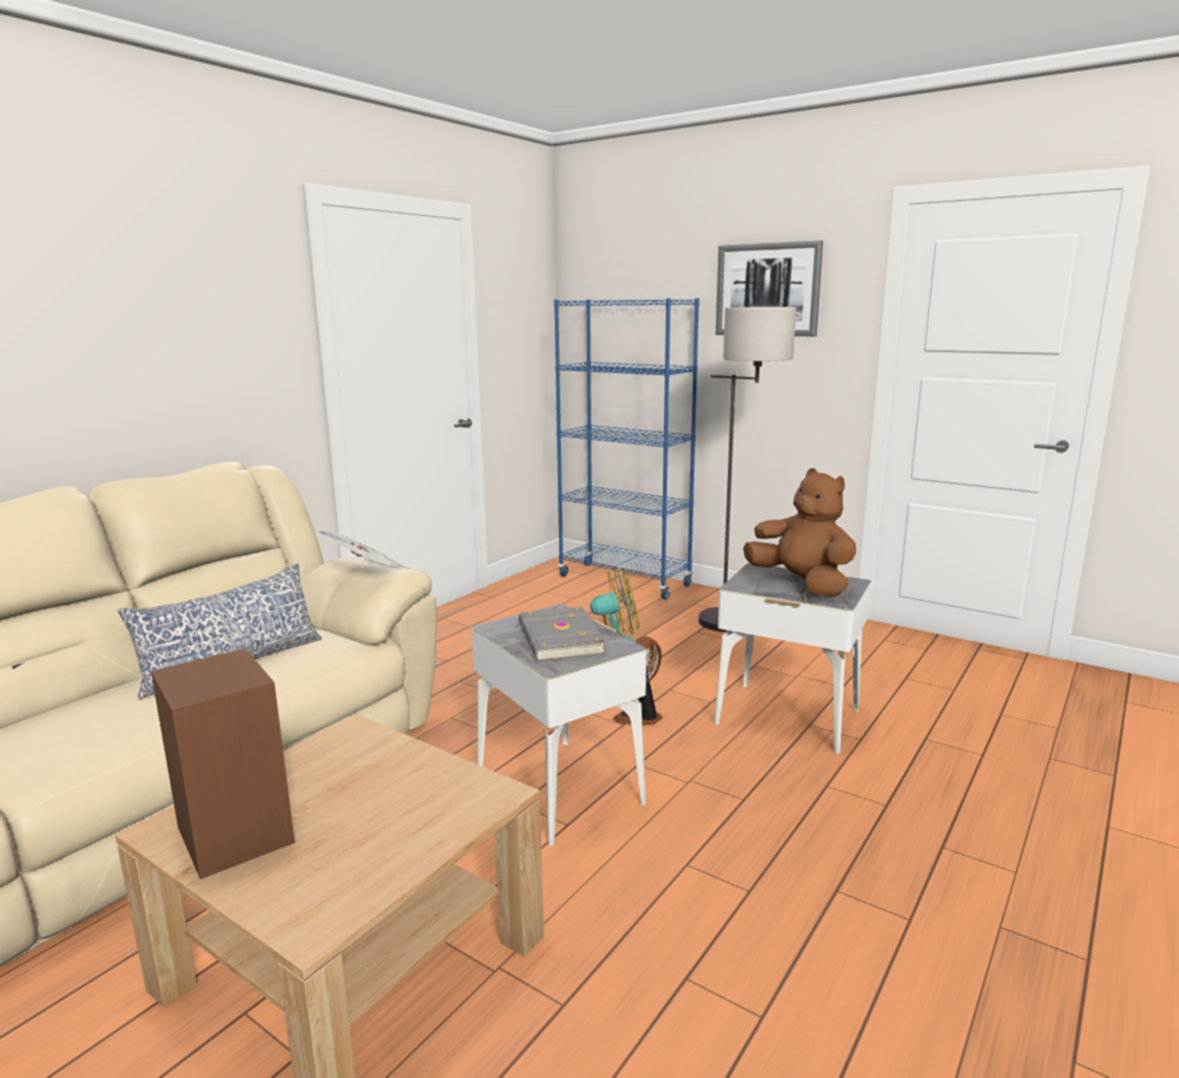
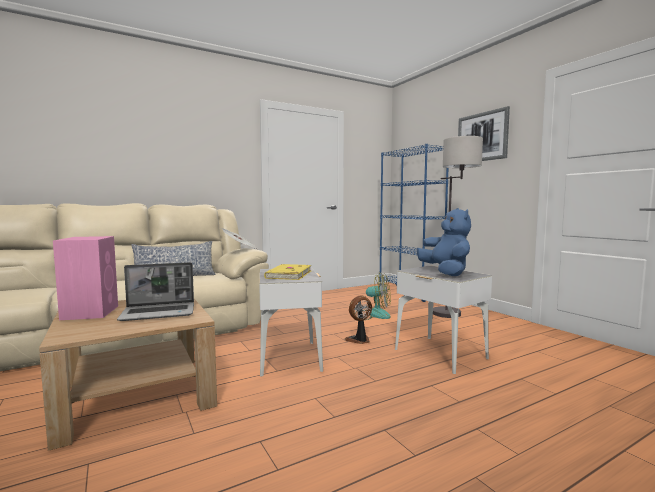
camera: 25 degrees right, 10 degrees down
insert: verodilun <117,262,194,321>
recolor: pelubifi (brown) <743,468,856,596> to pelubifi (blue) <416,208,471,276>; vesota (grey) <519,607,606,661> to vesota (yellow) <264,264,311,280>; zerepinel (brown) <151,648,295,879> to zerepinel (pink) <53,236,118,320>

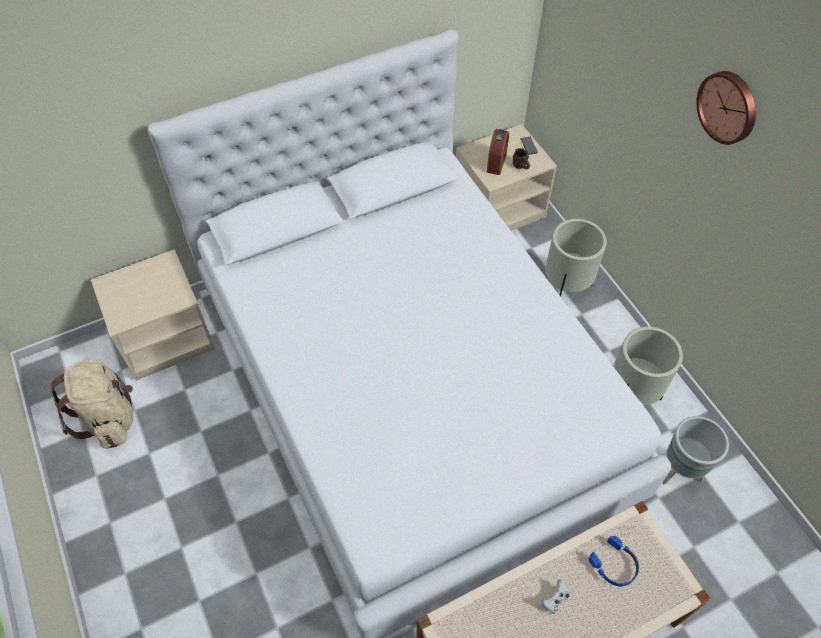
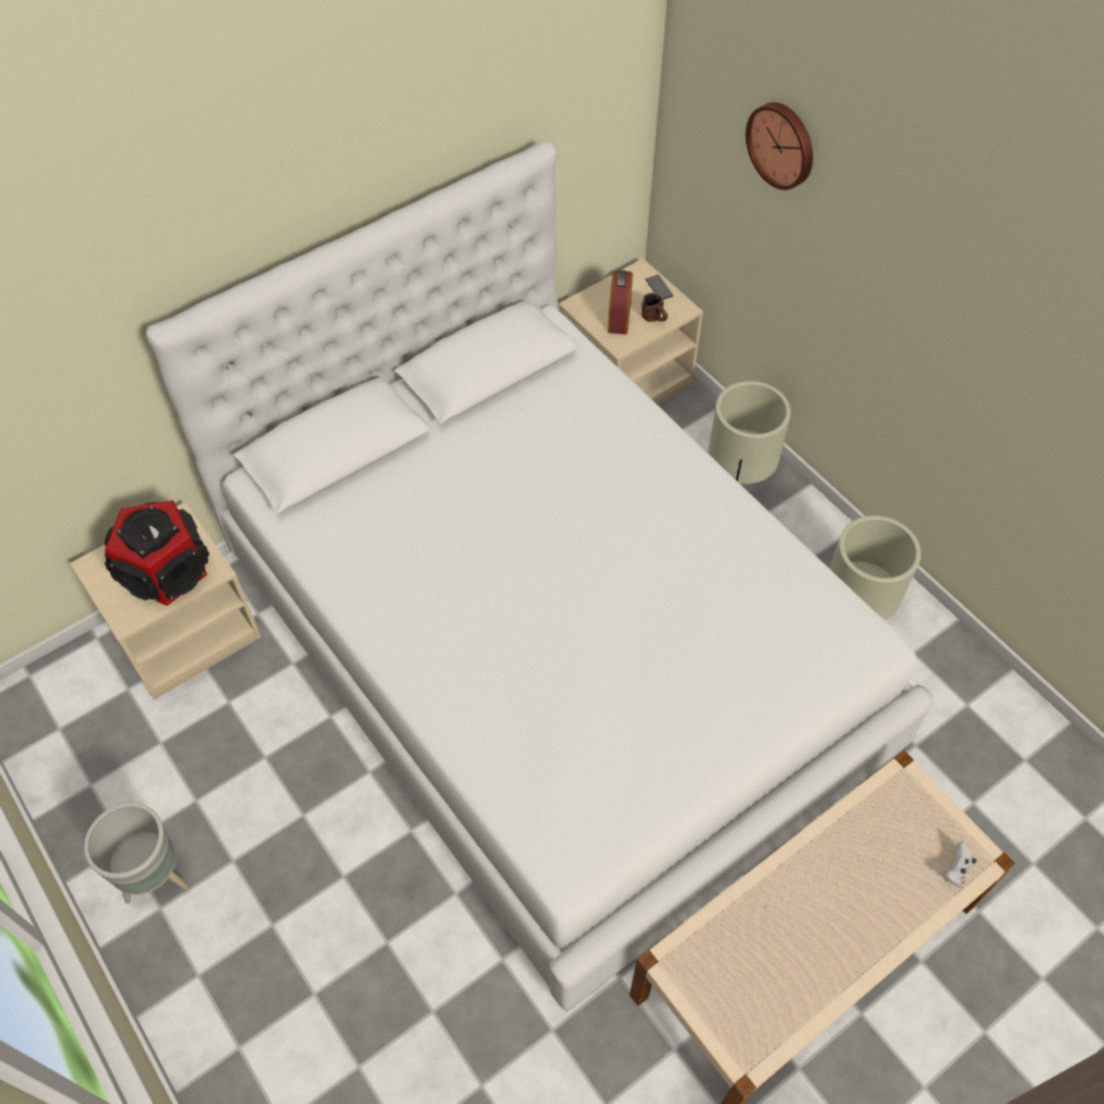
camera: 10 degrees left, 0 degrees up
delete: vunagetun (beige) <51,359,134,449>; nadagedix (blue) <589,536,639,586>
insert: zerepinel <104,500,210,606>
move: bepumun <696,71,756,145> to <746,102,813,190>; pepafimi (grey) <662,416,729,484> to <84,803,188,904>; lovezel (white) <541,579,570,614> to <943,842,976,888>

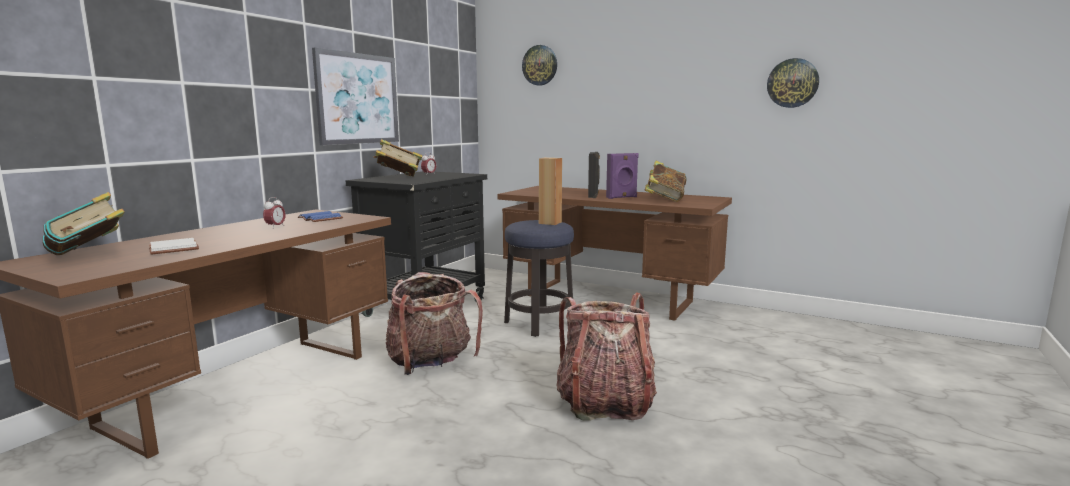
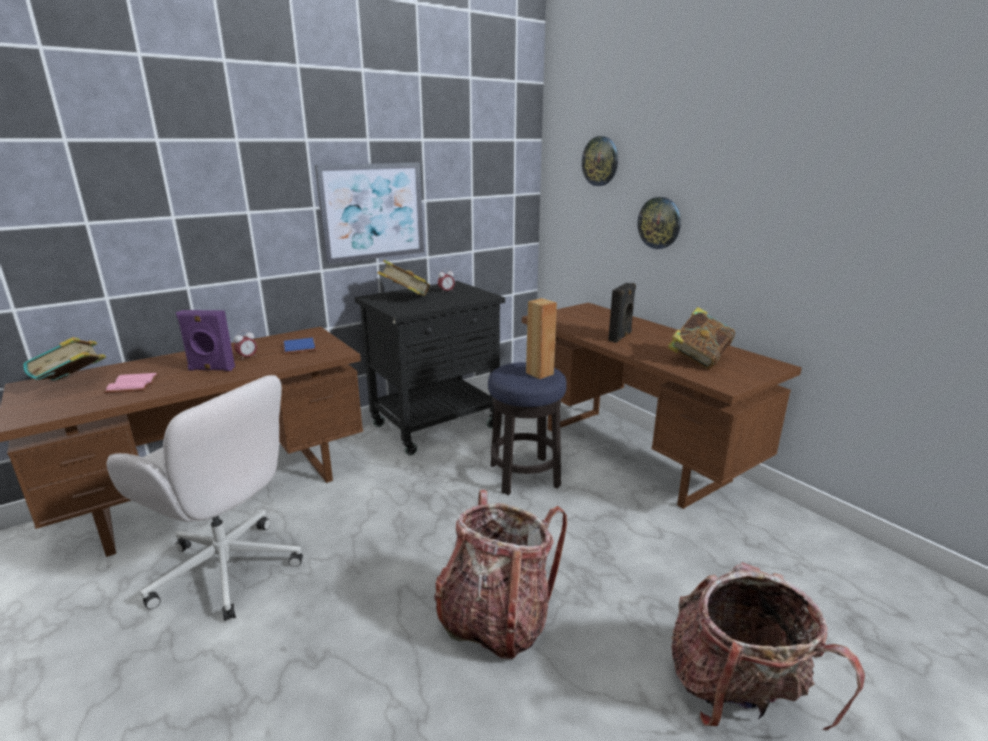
camera: 25 degrees right, 10 degrees up
insert: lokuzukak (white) <107,375,303,621>
move: bepumun <767,58,819,108> to <637,197,681,249>; zerepinel (purple) <606,153,639,199> to <176,310,235,371>; vunagetun <386,272,483,375> to <671,562,865,731>
recolor: vesota (white) <149,238,199,255> to vesota (pink) <104,373,160,393>

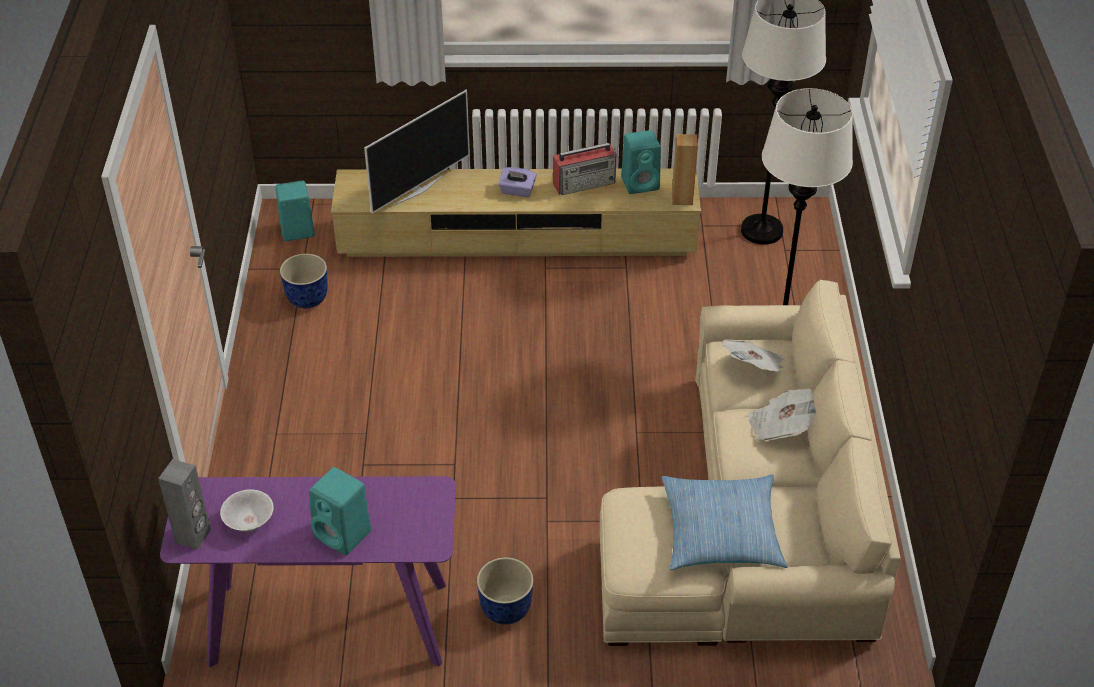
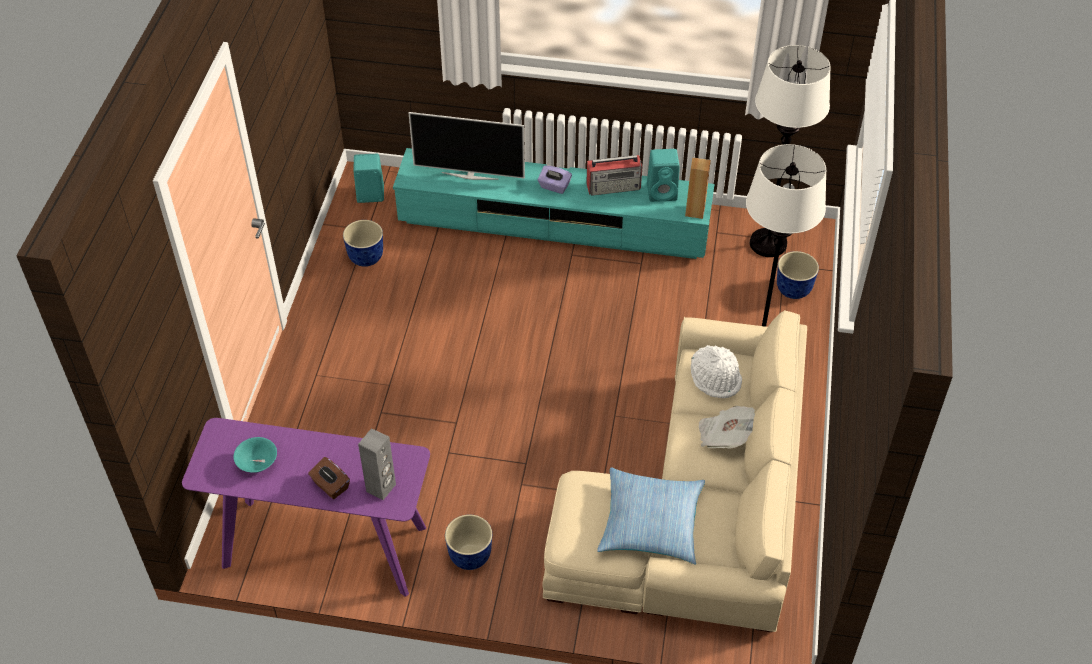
camera: 10 degrees right, 5 degrees up
insert: pepafimi <777,251,819,299>
move: zerepinel (grey) <158,459,211,550> to <358,428,396,500>
replace: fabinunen <722,339,785,372> to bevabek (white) <690,345,742,398>; zerepinel (turquoise) <309,467,371,555> to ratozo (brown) <308,457,350,499>
recolor: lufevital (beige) <331,168,701,257> to lufevital (turquoise) <393,148,714,259>; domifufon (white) <220,489,274,532> to domifufon (turquoise) <233,437,277,473>
rotate: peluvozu <364,90,470,214> = <408,112,525,180> 45 degrees clockwise

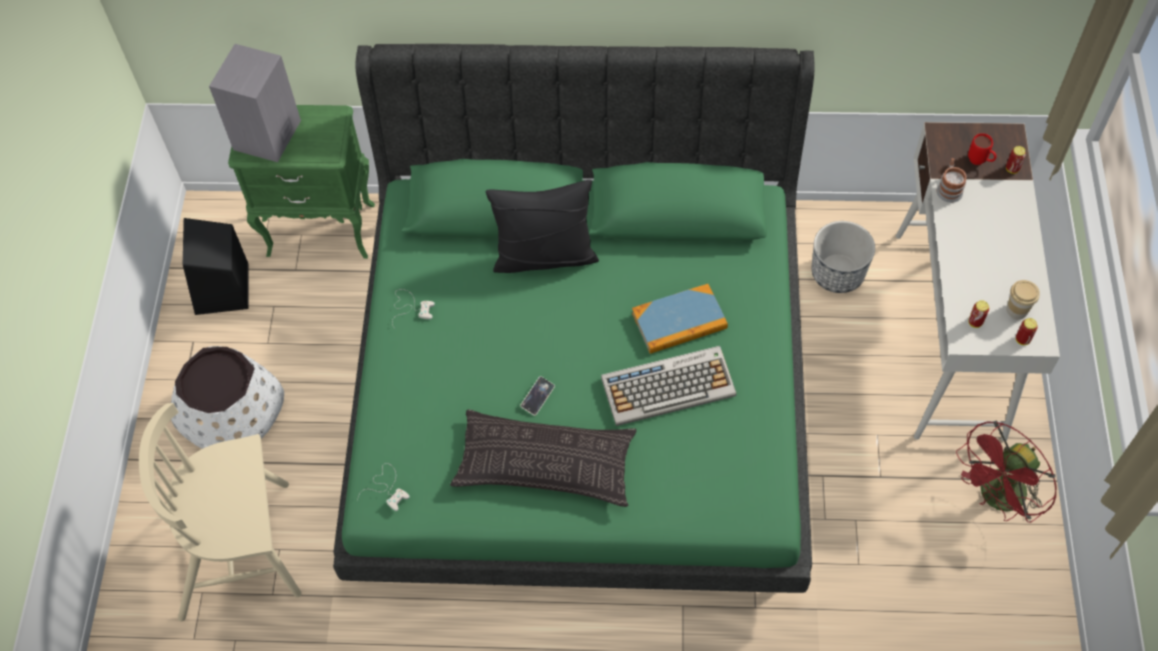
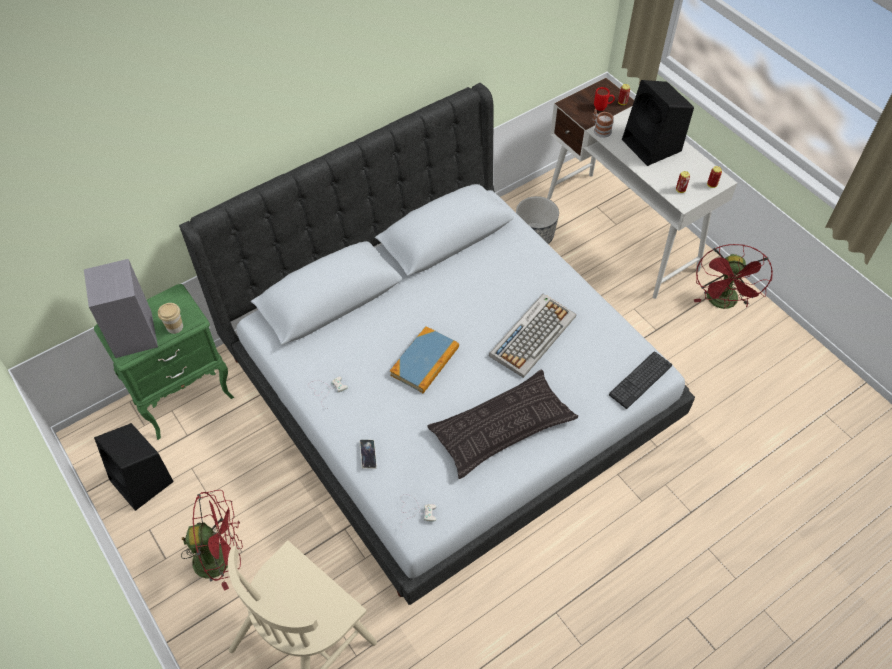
camera: 40 degrees left, 5 degrees down
delete: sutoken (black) <486,180,599,273>
insert: zerepinel (black) <622,80,694,166>; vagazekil <609,352,672,409>
move: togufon <1006,280,1040,319> to <158,303,183,334>; vesota <632,284,728,354> to <390,326,459,393>; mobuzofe <520,376,555,416> to <359,440,377,469>
replace: pepafimi (white) <171,346,284,449> to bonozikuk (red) <181,490,243,591>
recolor: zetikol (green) <333,44,815,593> to zetikol (grey) <179,83,695,605>

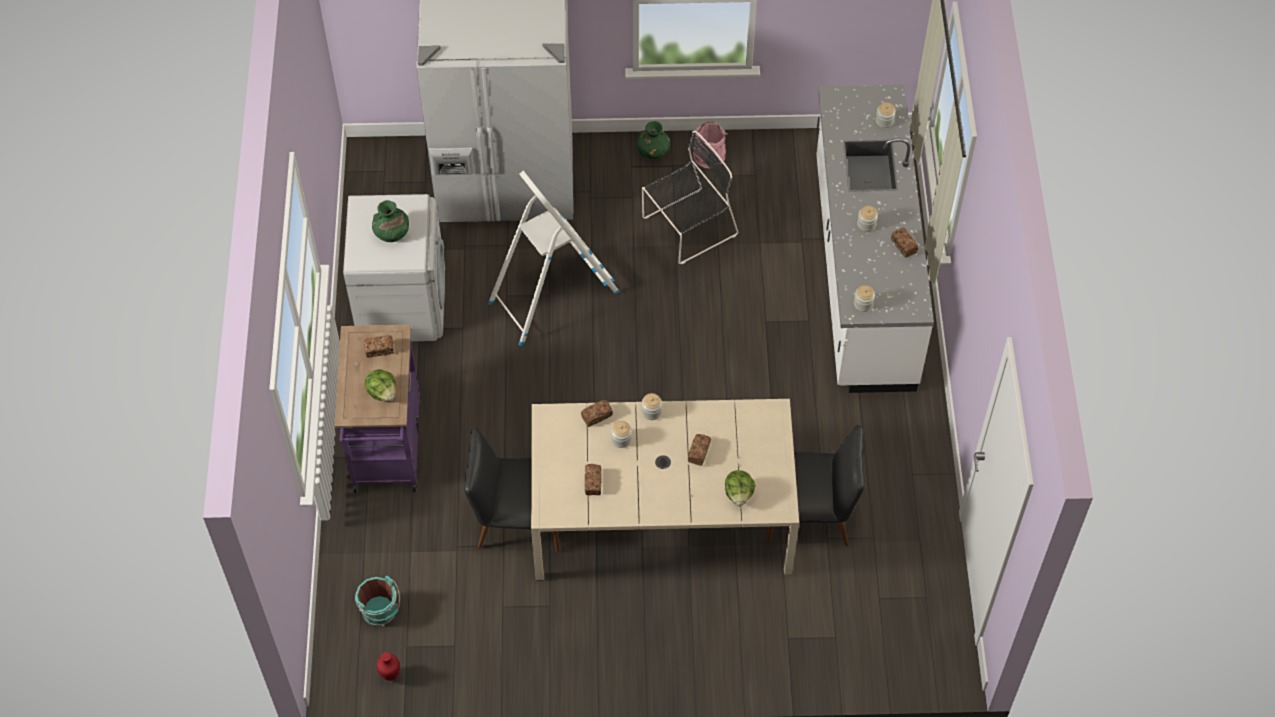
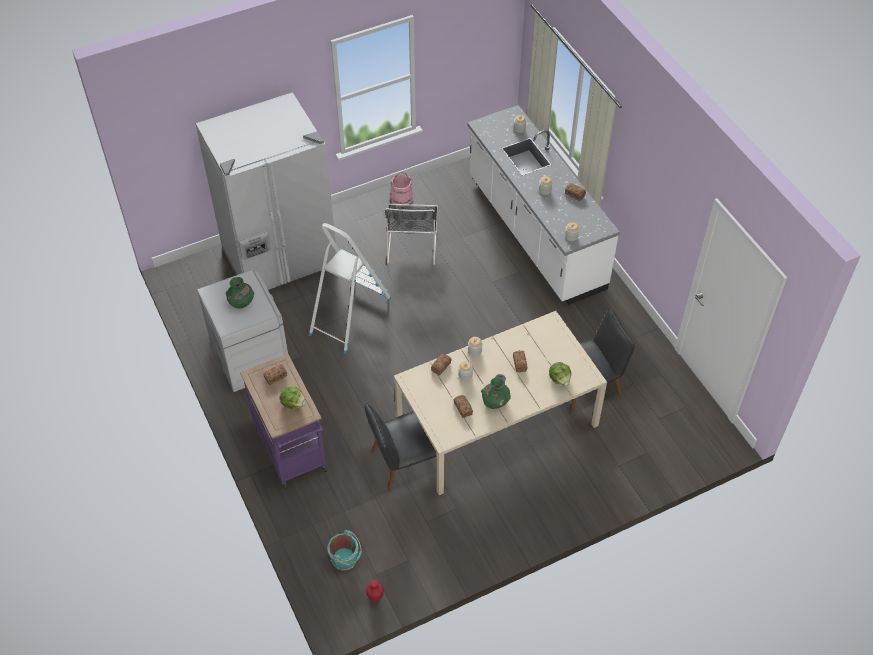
camera: 25 degrees left, 5 degrees down
move: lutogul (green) <636,121,670,159> to <481,377,511,409>
rotate: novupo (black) <642,131,739,264> = <385,204,438,265> 150 degrees clockwise

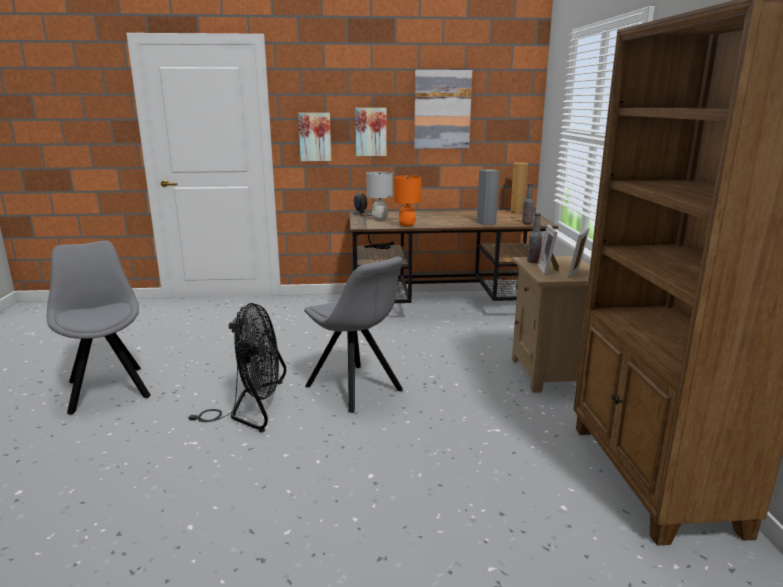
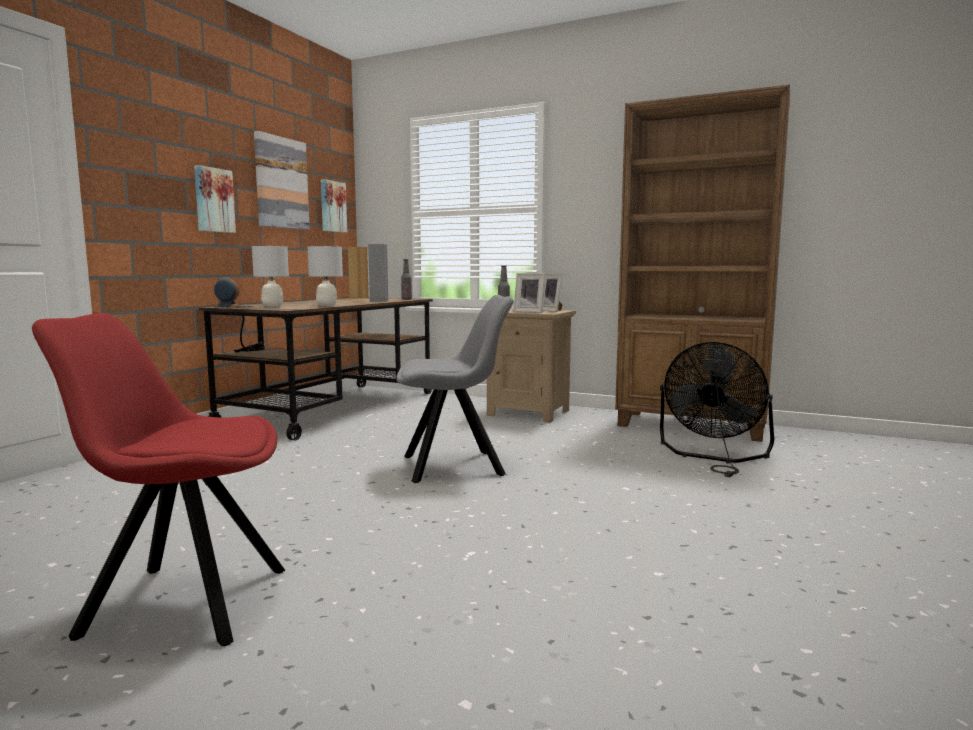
camera: 60 degrees left, 10 degrees down
move: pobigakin <298,113,332,161> to <321,179,347,233>; bonozikuk (black) <188,303,286,433> to <660,342,774,477>
recolor: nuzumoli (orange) <394,175,422,227> to nuzumoli (grey) <308,246,343,306>; novupo (grey) <47,241,151,415> to novupo (red) <32,313,285,646>

